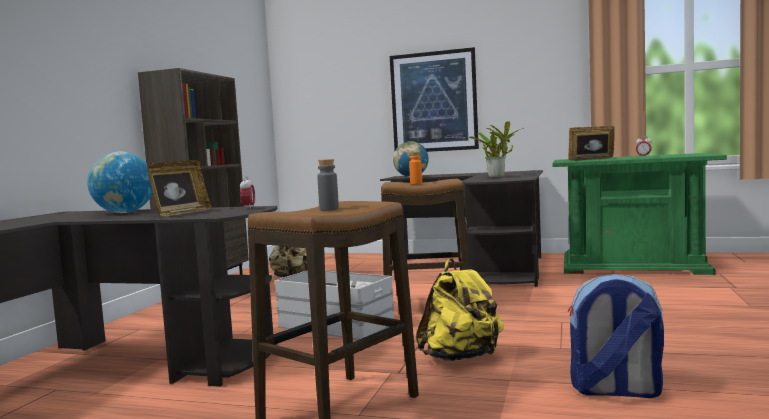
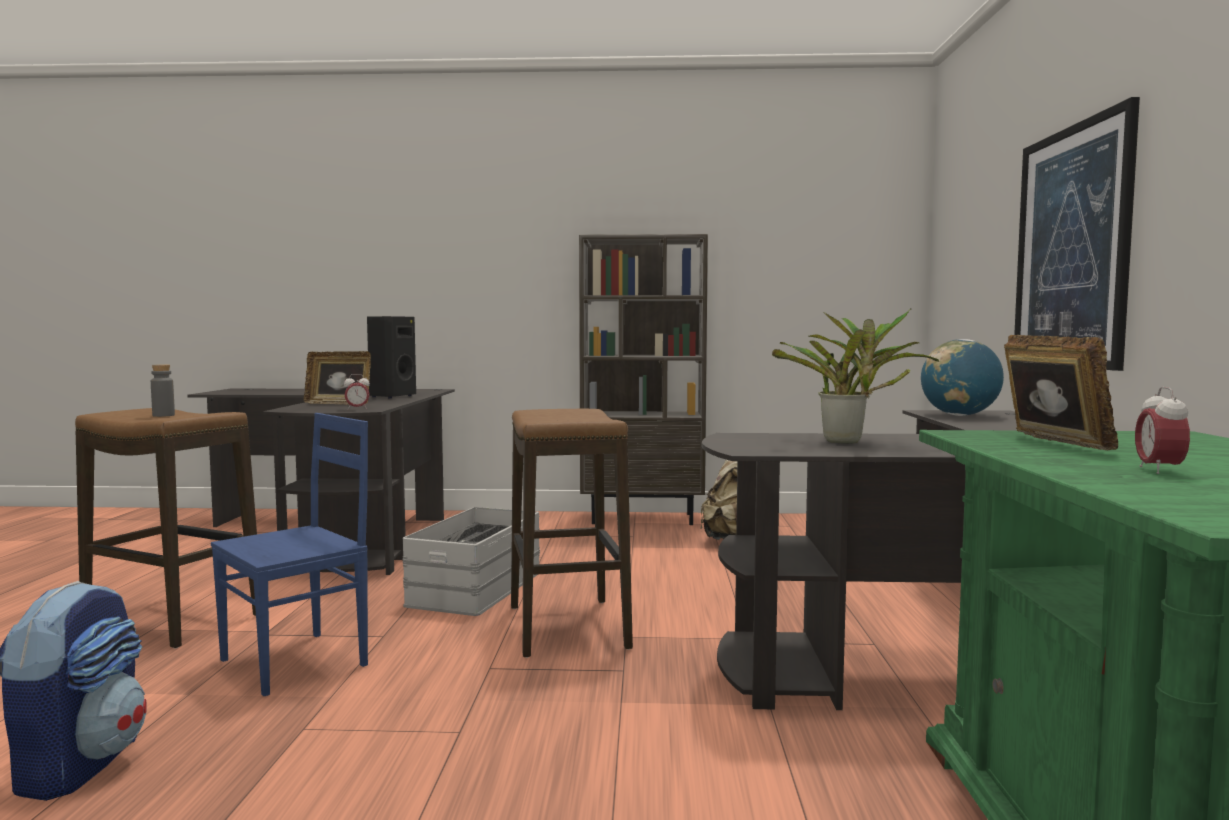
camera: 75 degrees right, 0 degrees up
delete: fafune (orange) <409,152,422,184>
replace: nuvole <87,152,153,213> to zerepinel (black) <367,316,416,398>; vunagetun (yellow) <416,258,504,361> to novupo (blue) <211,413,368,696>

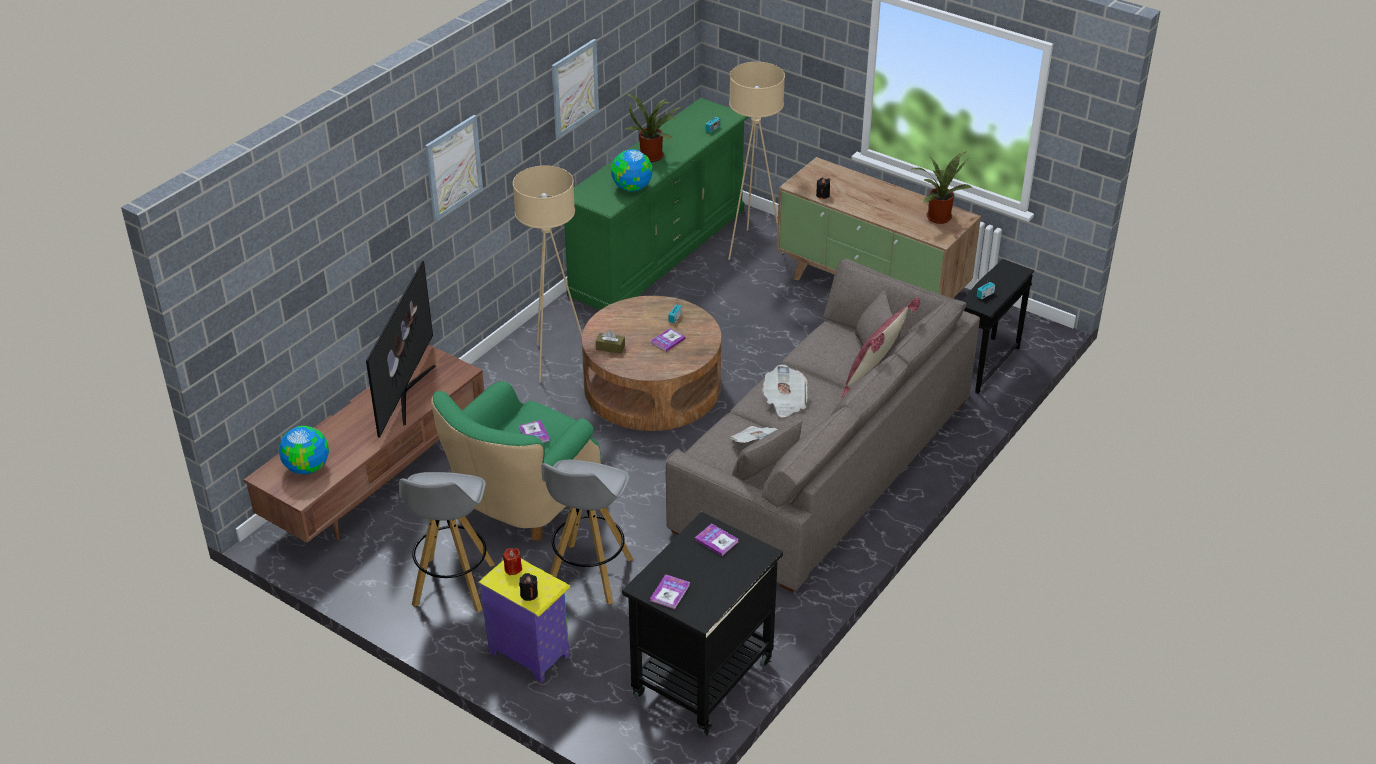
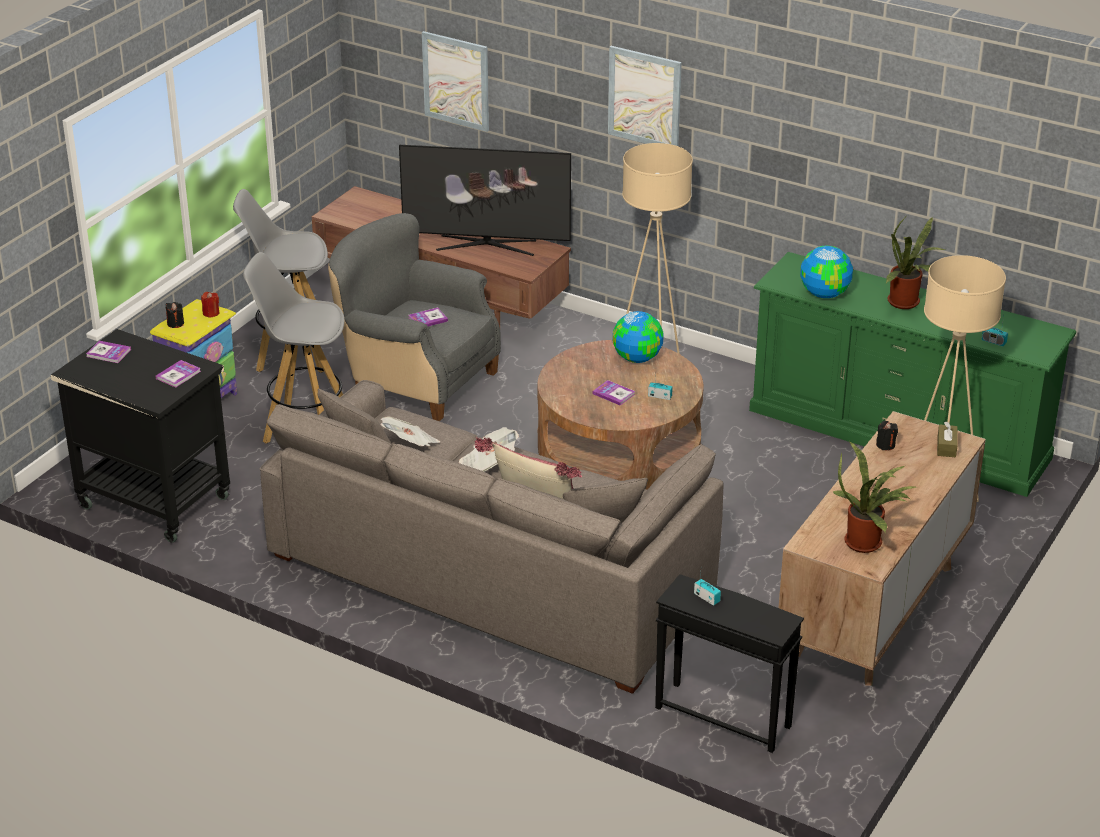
camera: 85 degrees right, 5 degrees down
move: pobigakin <552,39,599,139> to <422,31,489,132>; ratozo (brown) <596,330,625,354> to <937,422,958,457>; nuvole <279,426,329,474> to <613,311,664,363>
recolor: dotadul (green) <431,381,601,541> to dotadul (grey) <328,213,501,421>

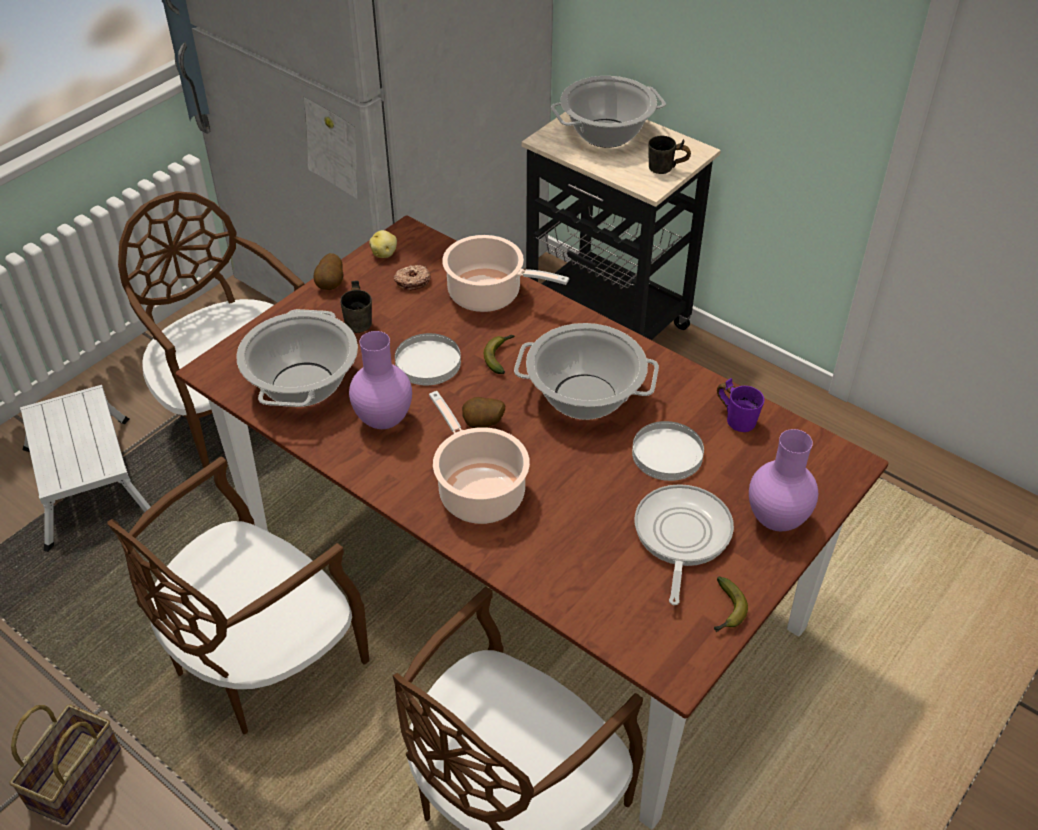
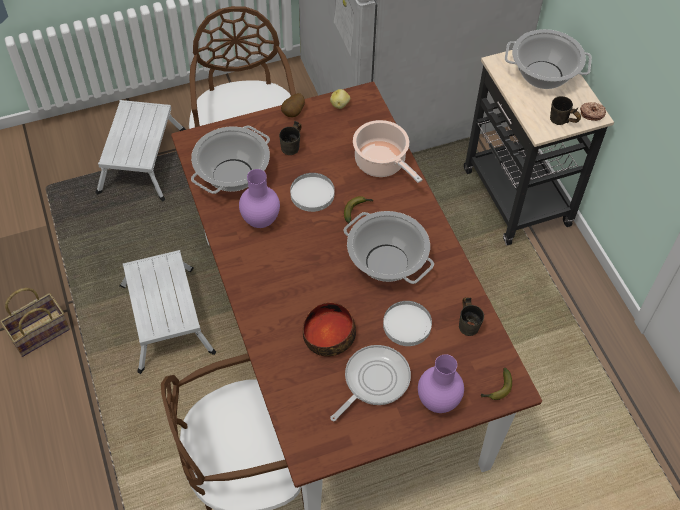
camera: 30 degrees right, 10 degrees up
delete: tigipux <429,391,530,524>; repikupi <462,397,505,428>
insert: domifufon <303,302,356,357>
move: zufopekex <394,265,431,291> to <580,102,606,121>; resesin <714,576,748,632> to <481,368,512,400>
replace: novupo (brown) <107,457,369,734> to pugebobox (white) <119,250,216,374>
recolor: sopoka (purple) <717,378,764,432> to sopoka (grey) <459,297,484,336>

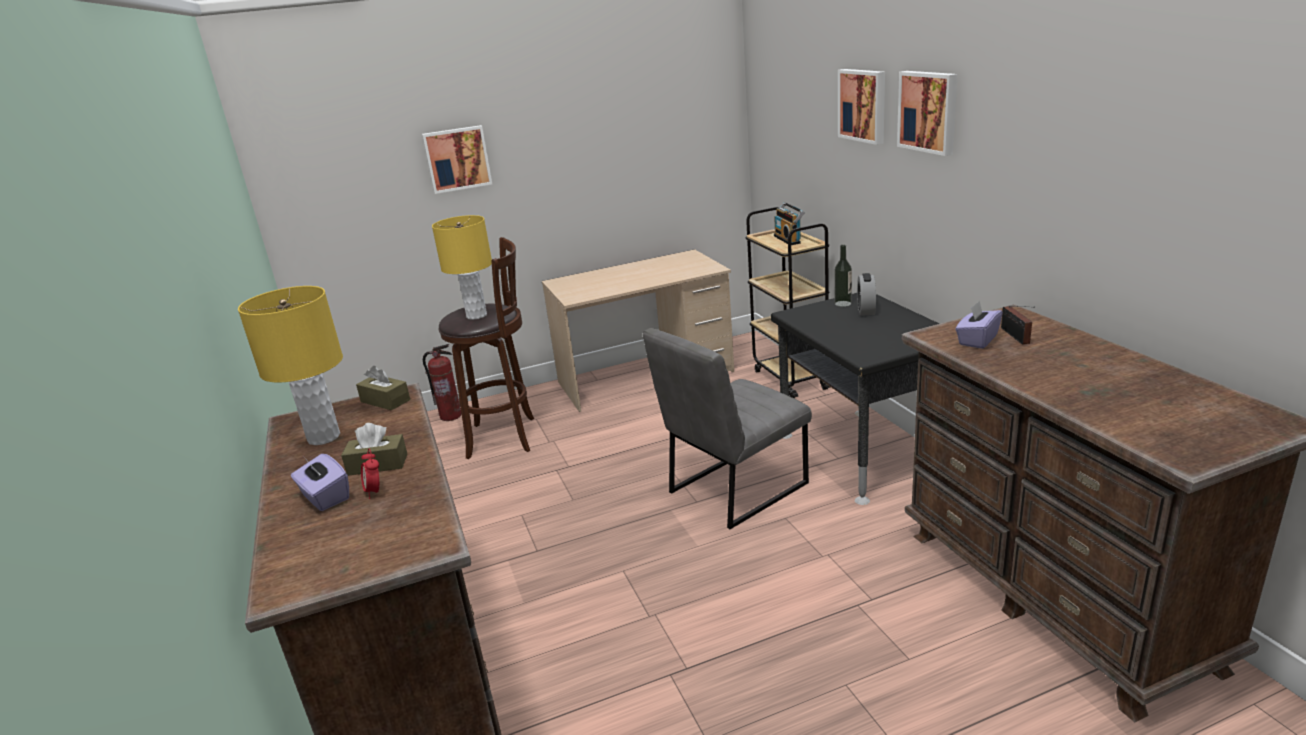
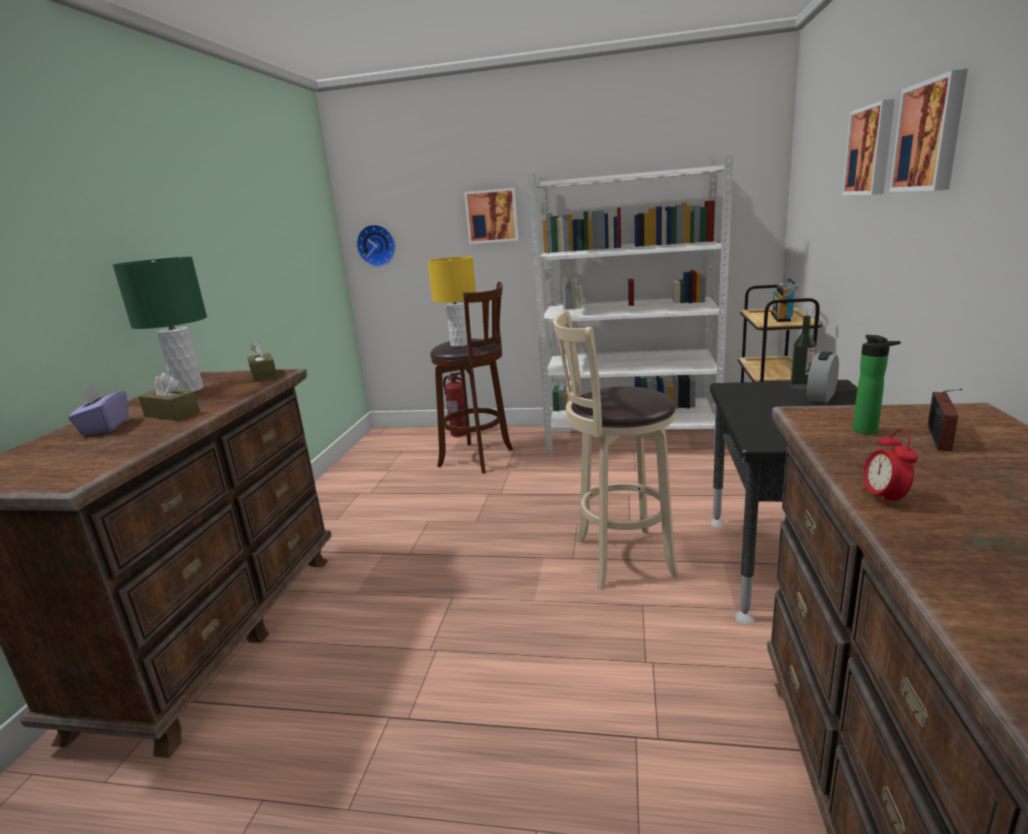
camera: 30 degrees right, 5 degrees down
insert: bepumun <356,224,395,267>
move: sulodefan <361,449,379,499> to <863,429,918,507>
replace: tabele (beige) <542,249,734,412> to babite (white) <528,155,733,457>; ratozo (purple) <955,301,1003,349> to fafune <853,335,901,434>; novupo (grey) <643,328,812,529> to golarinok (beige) <553,309,679,589>
recolor: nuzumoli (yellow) <238,286,343,445> to nuzumoli (green) <113,257,207,392>

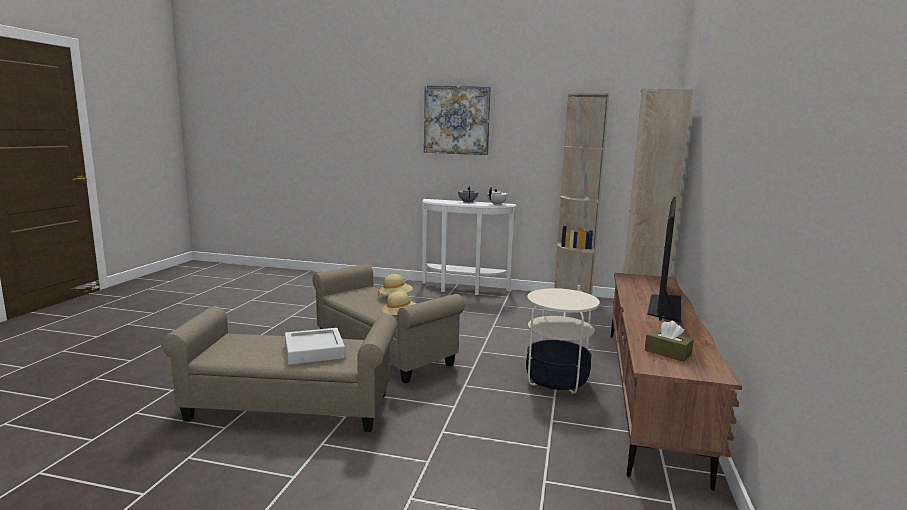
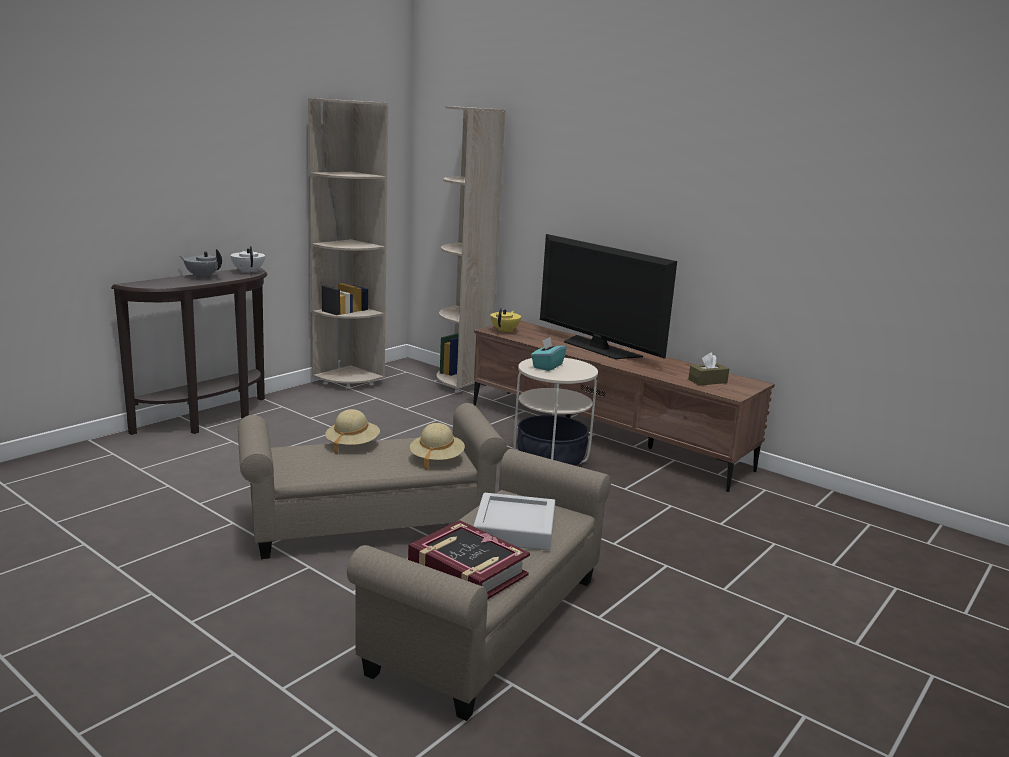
camera: 65 degrees left, 5 degrees up
delete: pobigakin <424,86,491,155>
insert: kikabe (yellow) <491,308,521,333>; ratozo (turquoise) <531,337,567,371>; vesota <408,520,530,599>
recolor: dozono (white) <422,199,517,295> to dozono (brown) <111,268,267,435>

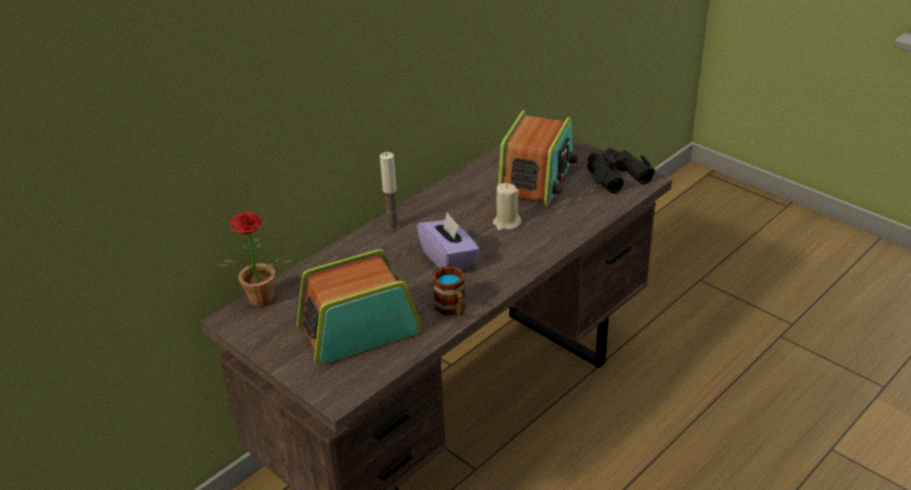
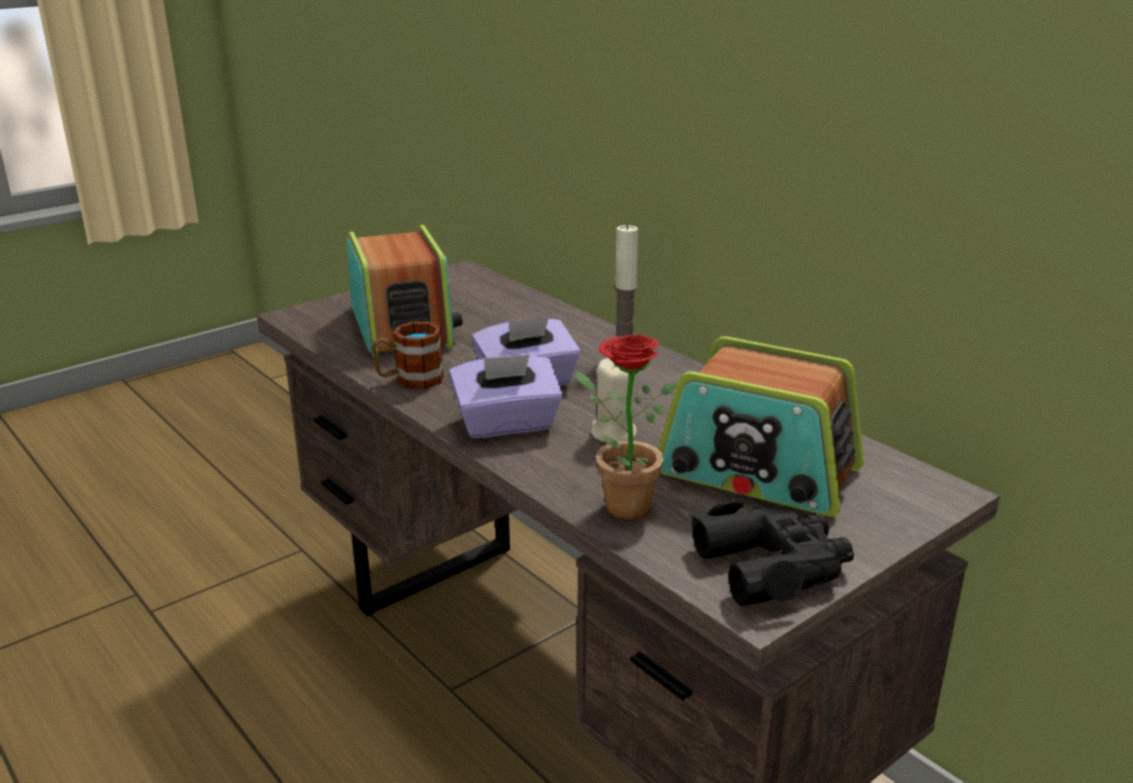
camera: 95 degrees right, 10 degrees down
insert: ratozo (purple) <449,355,563,438>
move: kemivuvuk <217,212,292,307> to <576,335,676,519>

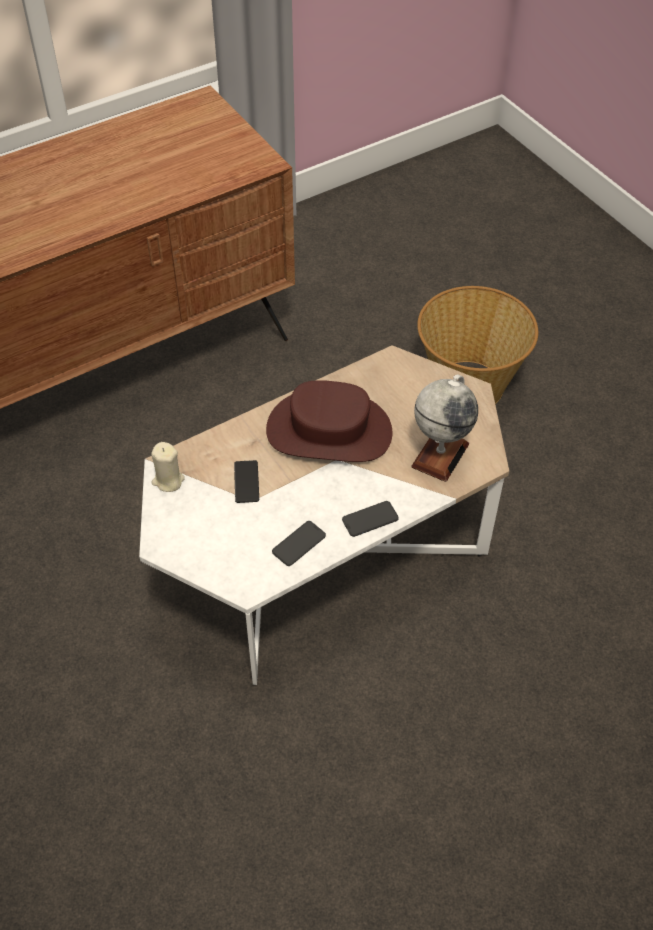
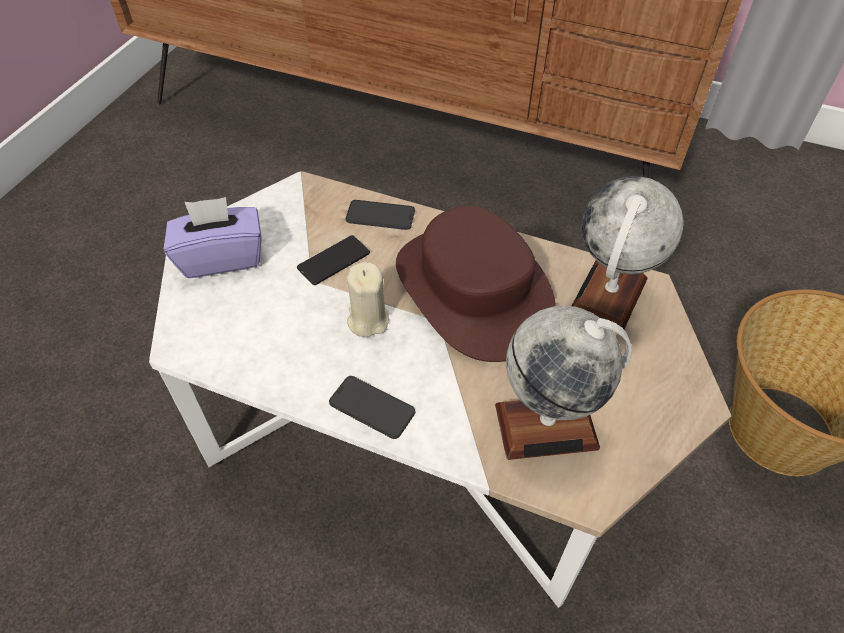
camera: 55 degrees right, 0 degrees up
insert: nuvole <572,176,683,329>; ratozo (purple) <164,197,262,278>
move: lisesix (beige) <151,442,185,492> to <347,262,389,337>; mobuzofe <272,521,326,566> to <345,200,415,230>

